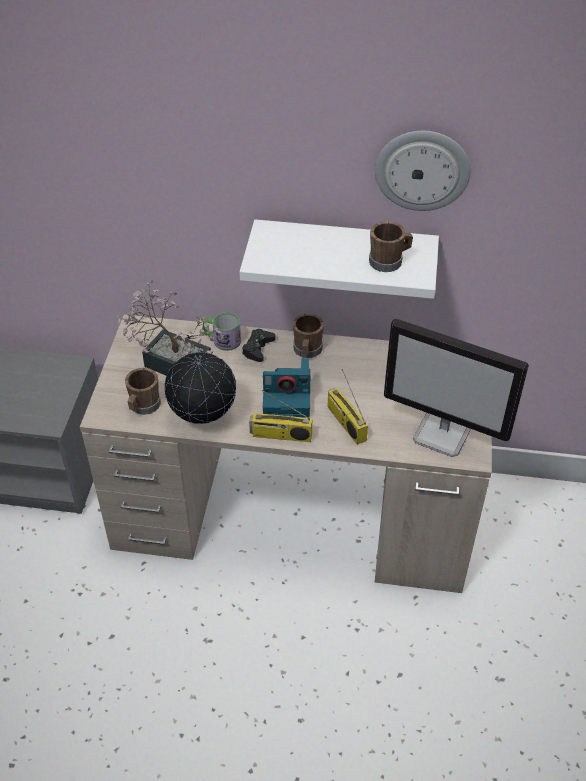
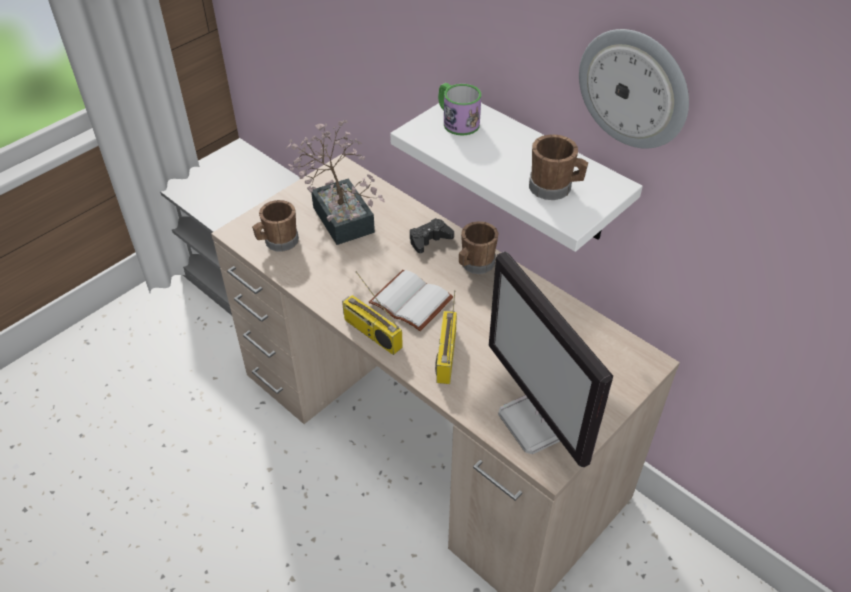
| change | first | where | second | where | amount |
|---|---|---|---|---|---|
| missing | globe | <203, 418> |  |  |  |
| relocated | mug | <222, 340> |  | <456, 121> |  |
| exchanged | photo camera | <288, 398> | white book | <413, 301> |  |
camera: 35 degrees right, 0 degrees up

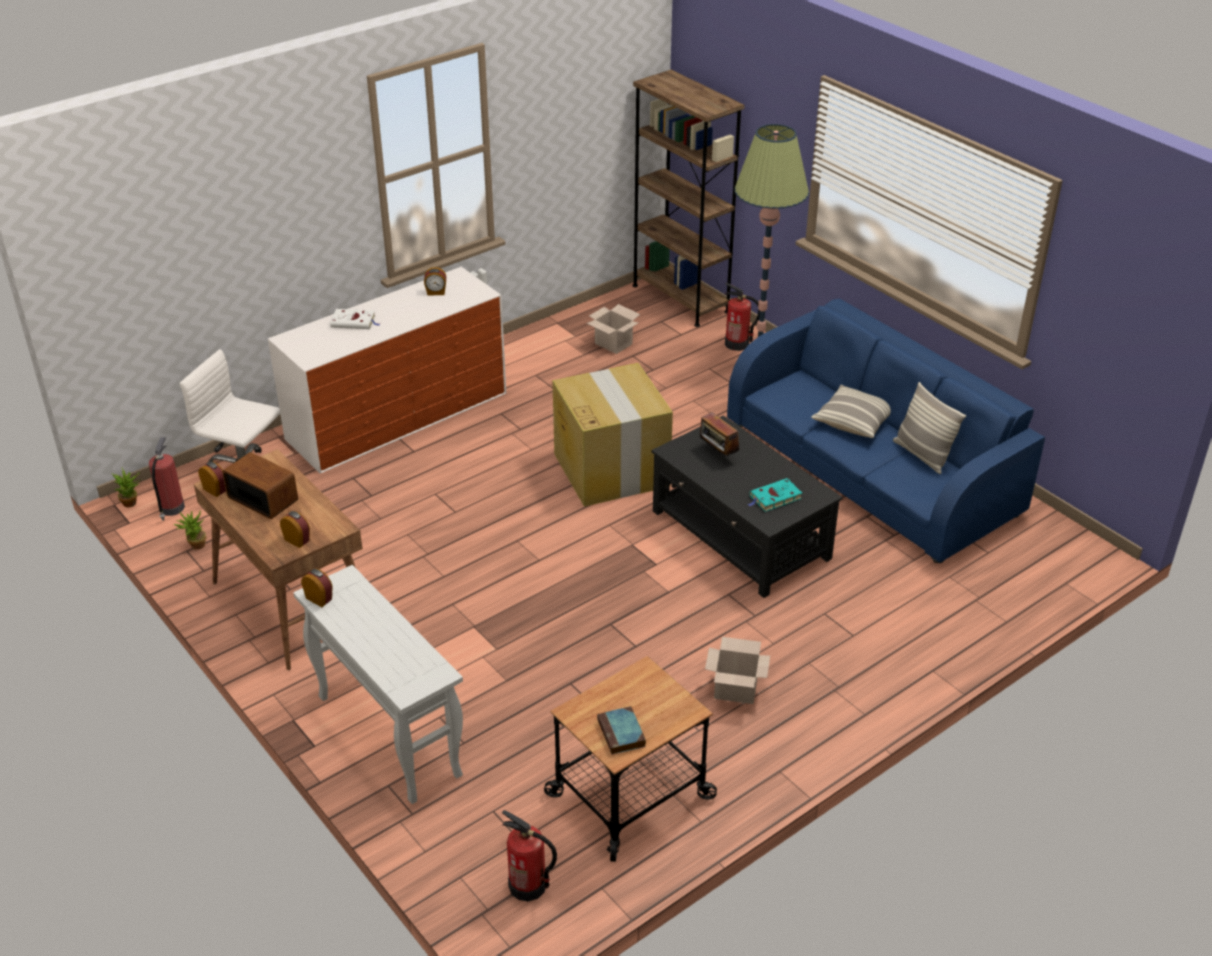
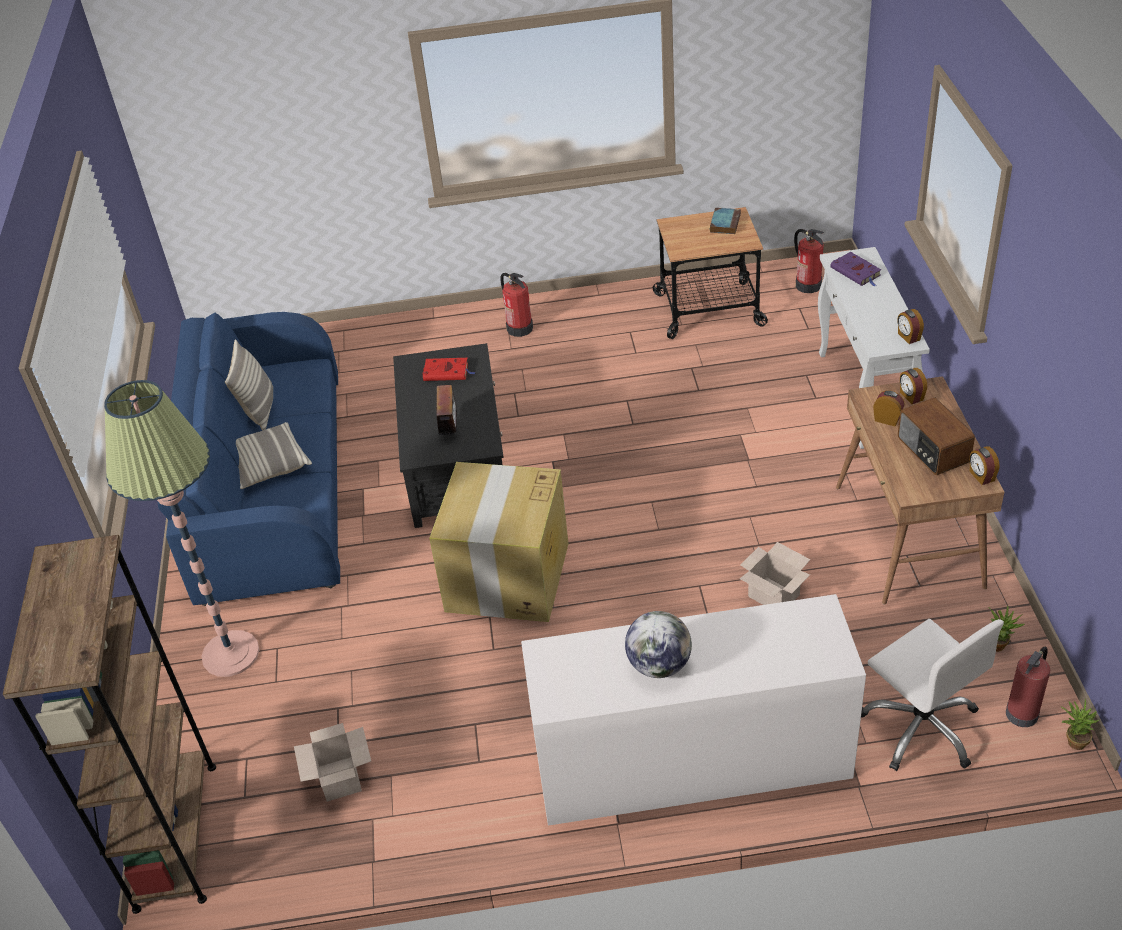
| change | first | where | second | where | amount |
|---|---|---|---|---|---|
| missing | white book | <354, 322> |  |  |  |
| appeared |  |  | globe | <659, 665> |  |
| appeared |  |  | purple book | <856, 272> |  |
| relocated | alarm clock | <436, 292> |  | <887, 419> |  |
| relocated | cardboard box | <734, 690> |  | <775, 596> |  |
| relocated | fire extinguisher | <737, 344> |  | <519, 328> |  |
| colour | turquoise book | <774, 498> | red book | <447, 372> |  |
camera: 145 degrees left, 5 degrees up

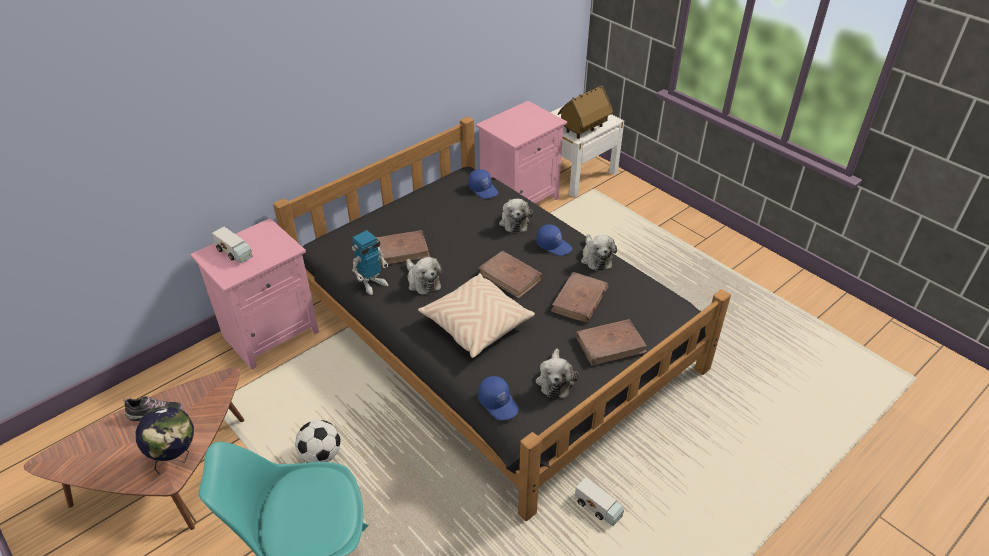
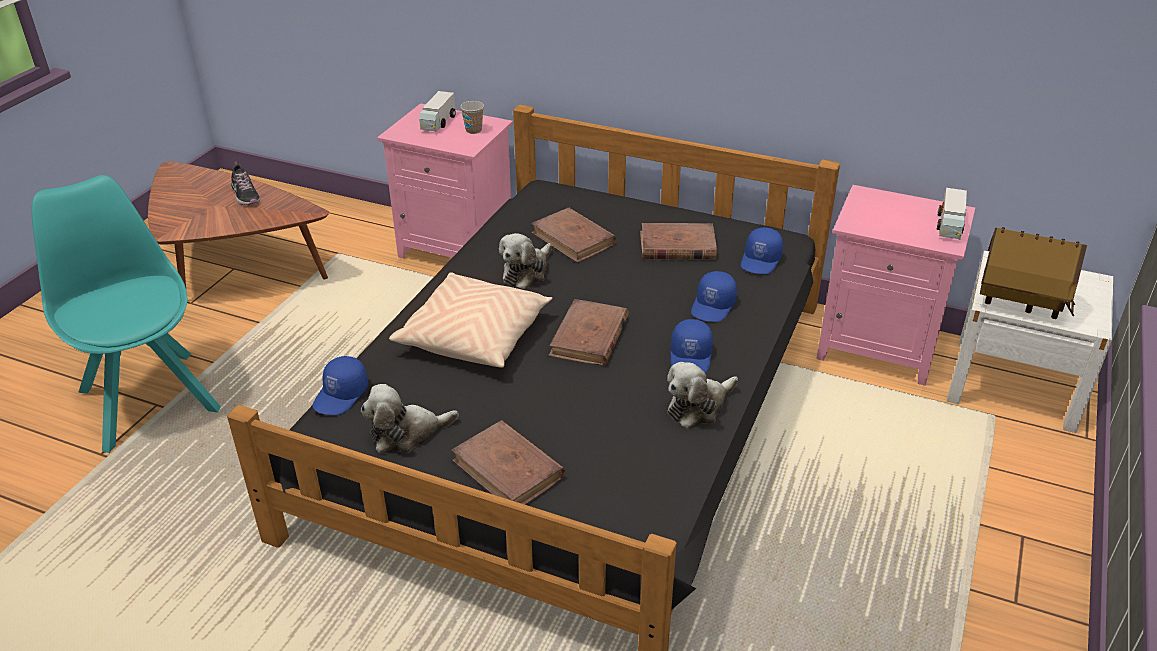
| change | first | where | second | where | amount |
|---|---|---|---|---|---|
| missing | globe | <176, 457> |  |  |  |
| missing | football | <321, 455> |  |  |  |
| missing | toy robot | <372, 284> |  |  |  |
| appeared |  |  | cup | <473, 130> |  |
| relocated | brown book | <579, 300> |  | <677, 246> |  |
| relocated | toy truck | <598, 508> |  | <949, 226> |  |
| exchanged | plush toy | <514, 221> | blue cap | <713, 306> |  |
camera: 65 degrees right, 5 degrees down

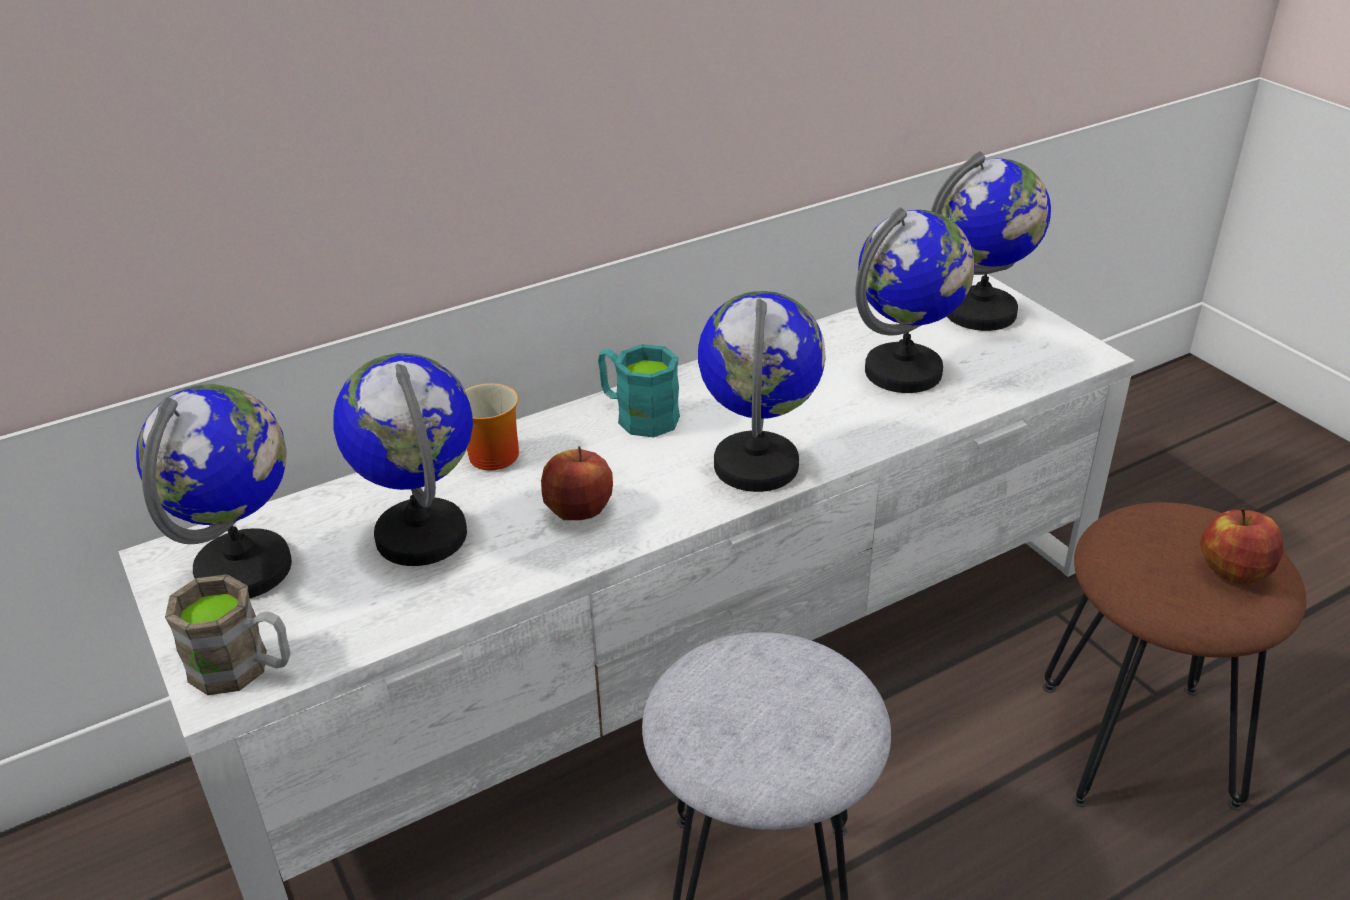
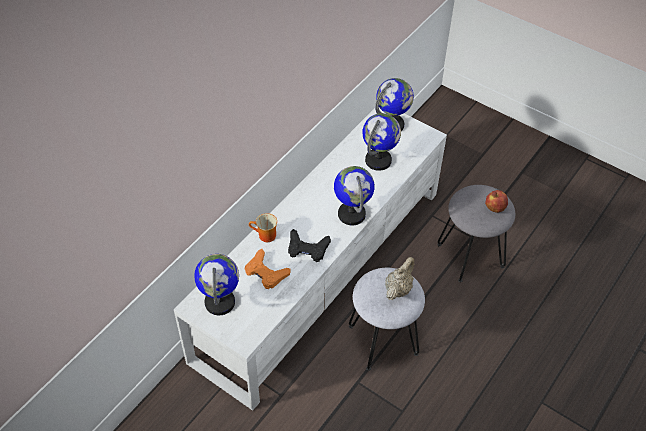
| change | first | where | second | where | amount |
|---|---|---|---|---|---|
| missing | brown mug | <244, 668> |  |  |  |
| missing | turquoise mug | <637, 415> |  |  |  |
| appeared |  |  | beige teapot | <398, 289> |  |
| exchanged | globe | <422, 535> | orange game controller | <266, 272> |  |
| exchanged | apple | <578, 511> | black game controller | <307, 248> |  |
| colour | brown stool | <1139, 743> | grey stool | <471, 255> |  |
camera: 25 degrees left, 15 degrees up

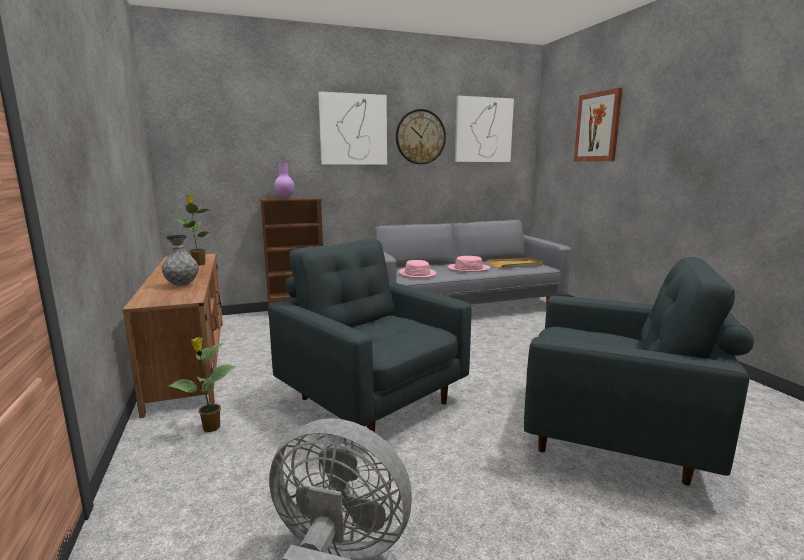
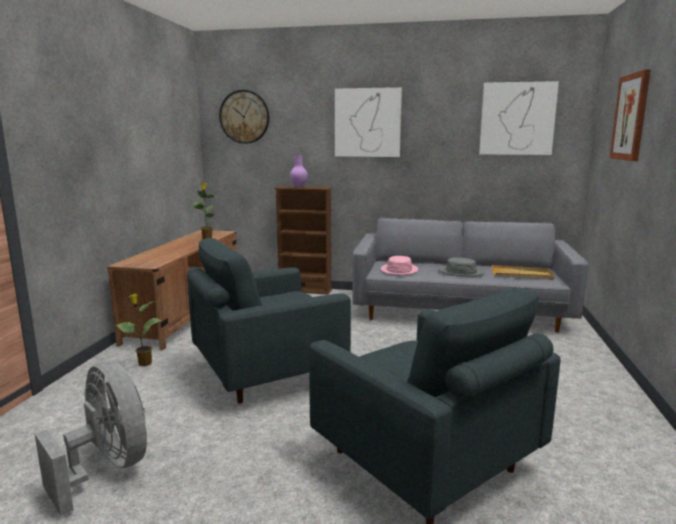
| change | first | where | second | where | amount |
|---|---|---|---|---|---|
| missing | grey vase | <182, 285> |  |  |  |
| relocated | wall clock | <420, 137> |  | <244, 117> |  |
| colour | pink hat | <468, 268> | grey hat | <461, 272> |  |
| spun | grey armchair | <371, 399> |  | <266, 373> | 105 degrees counterclockwise |
camera: 30 degrees right, 0 degrees up

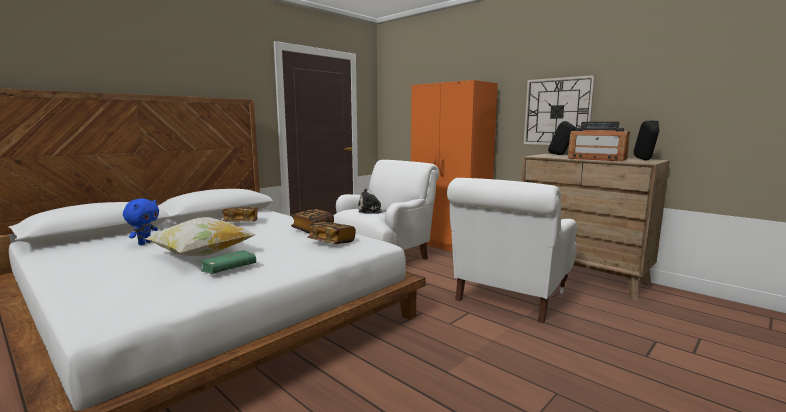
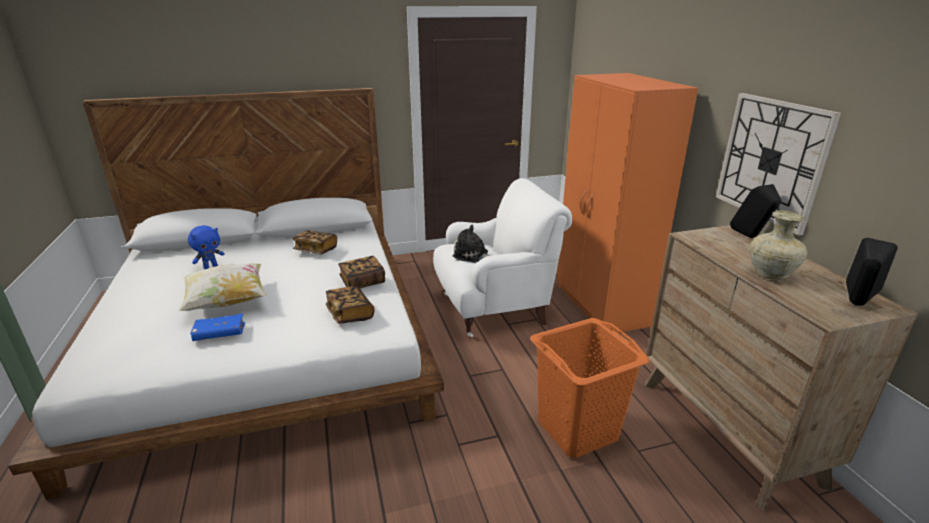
| change | first | where | second | where | amount |
|---|---|---|---|---|---|
| exchanged | white armchair | <510, 297> | orange laundry basket | <576, 429> |  |
| exchanged | radio | <596, 159> | beige vase | <771, 274> |  |
| colour | green book | <229, 269> | blue book | <219, 333> |  |
camera: 30 degrees right, 15 degrees up

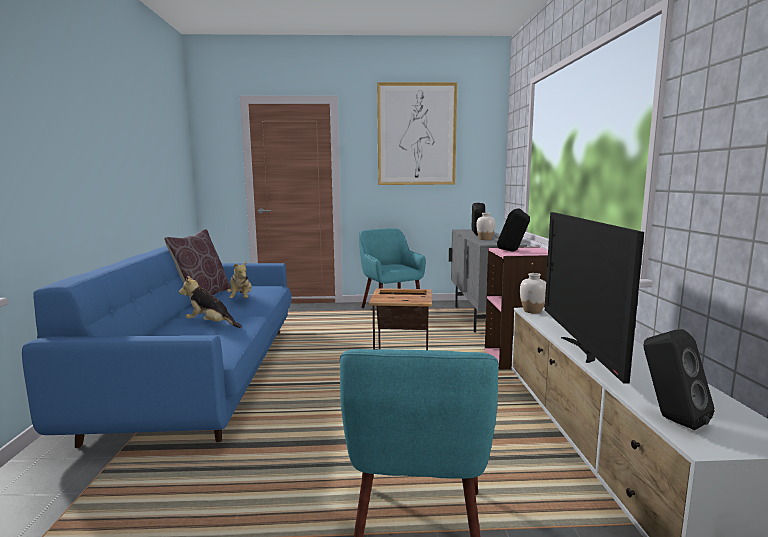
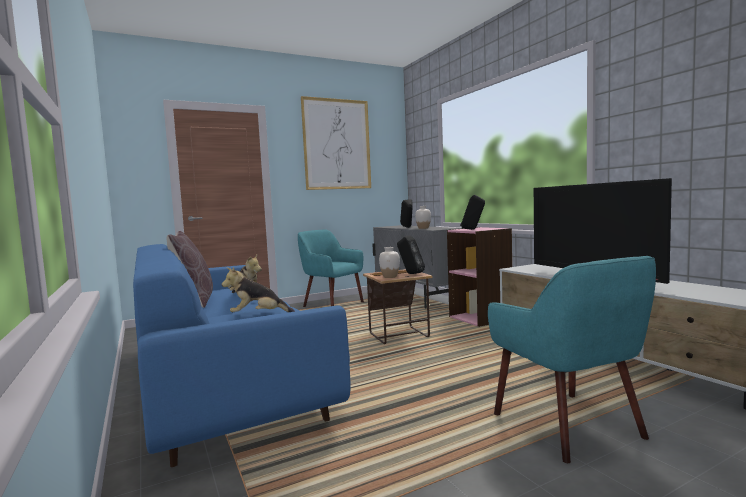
| change | first | where | second | where | amount |
|---|---|---|---|---|---|
| relocated | white vase | <532, 311> |  | <390, 277> |  |
| relocated | black speaker | <670, 419> |  | <410, 273> |  |
camera: 25 degrees left, 5 degrees down

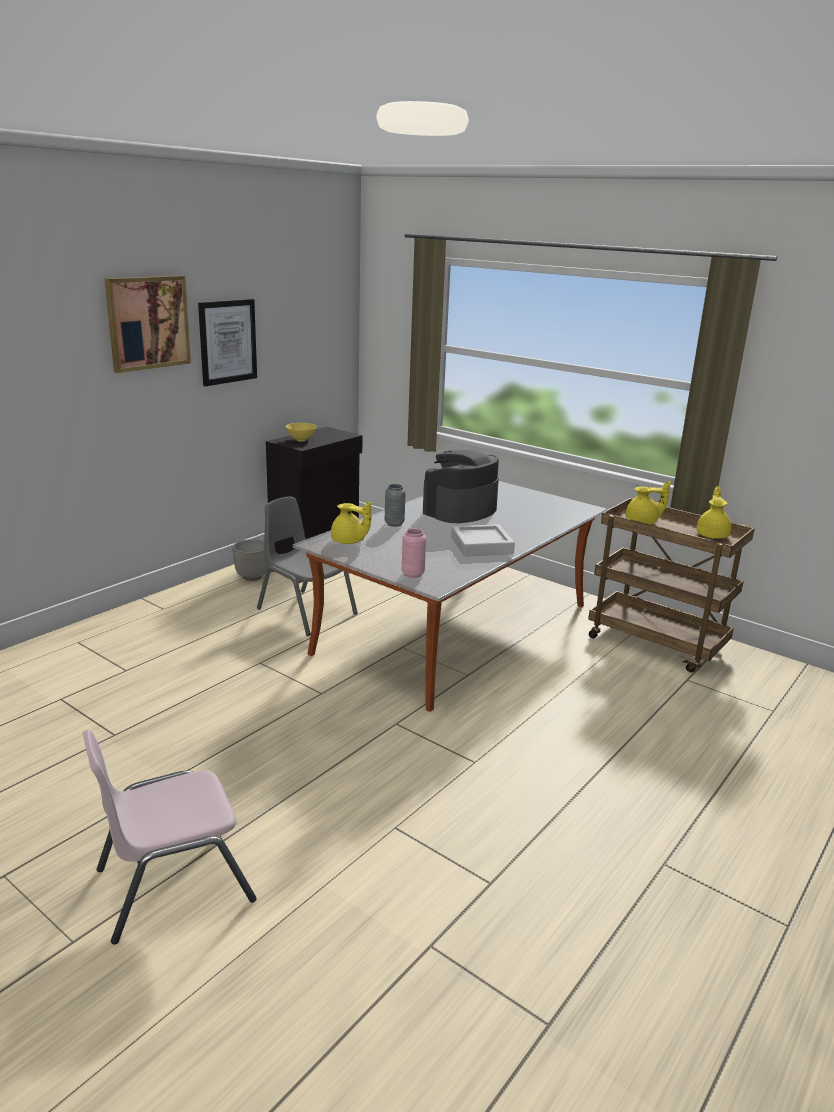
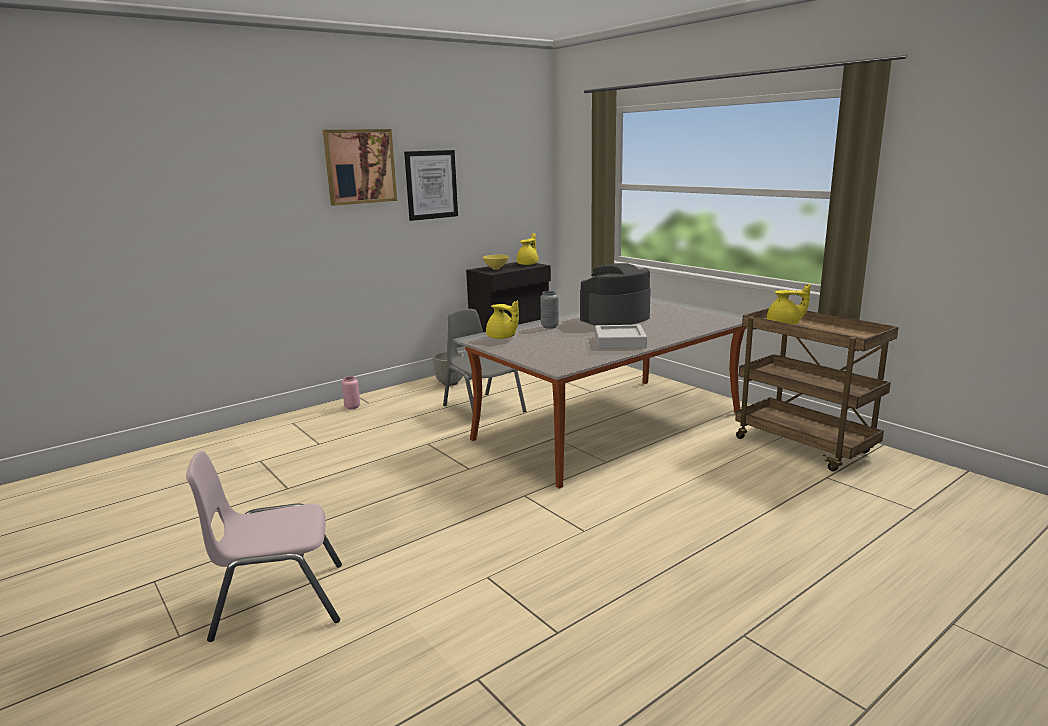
| change | first | where | second | where | amount |
|---|---|---|---|---|---|
| relocated | pink vase | <412, 574> |  | <352, 407> |  |
| relocated | yellow teapot | <712, 535> |  | <528, 264> |  |
camera: 15 degrees right, 5 degrees down

